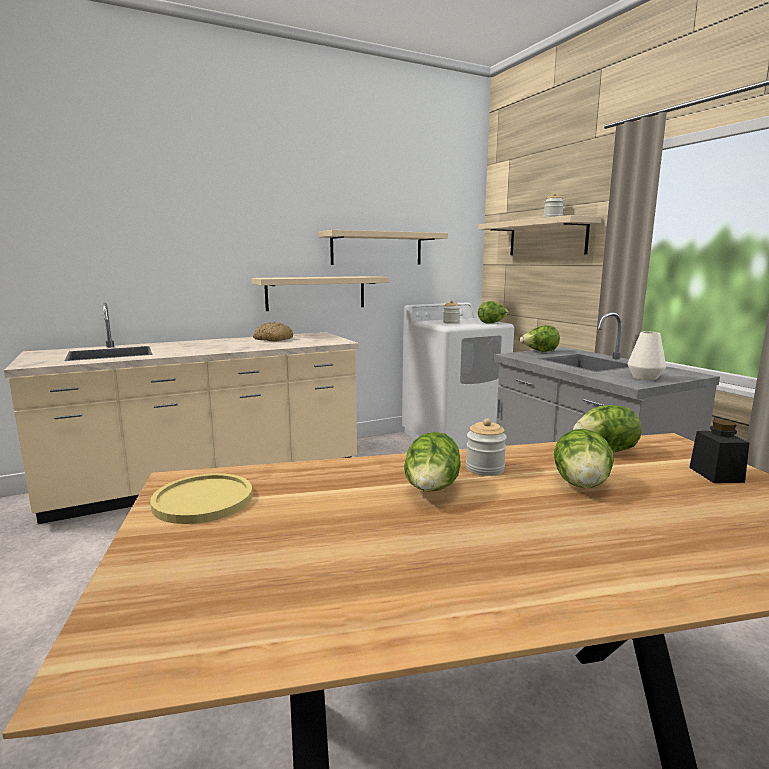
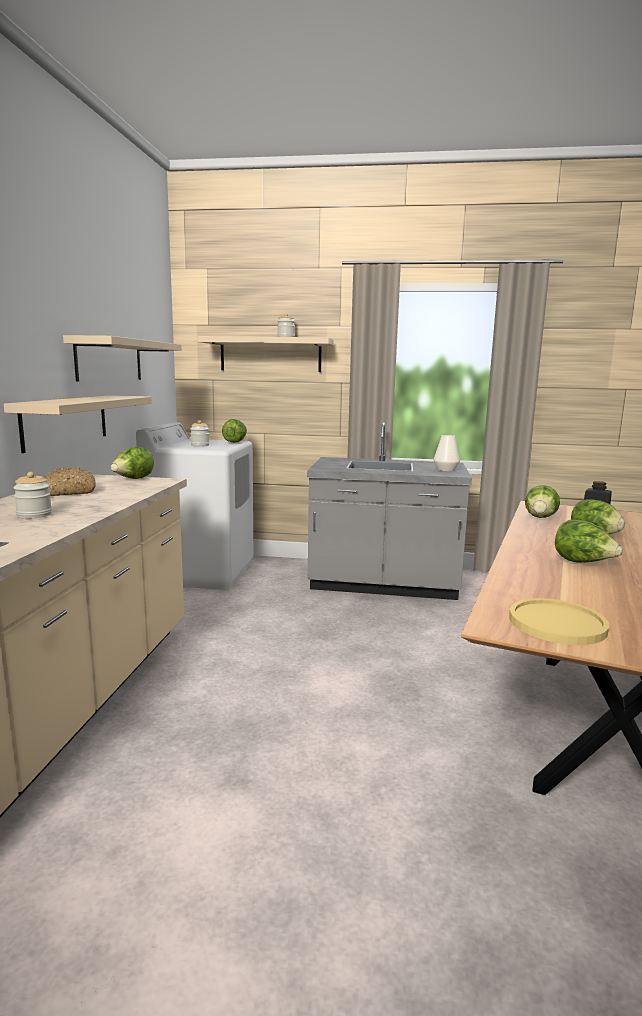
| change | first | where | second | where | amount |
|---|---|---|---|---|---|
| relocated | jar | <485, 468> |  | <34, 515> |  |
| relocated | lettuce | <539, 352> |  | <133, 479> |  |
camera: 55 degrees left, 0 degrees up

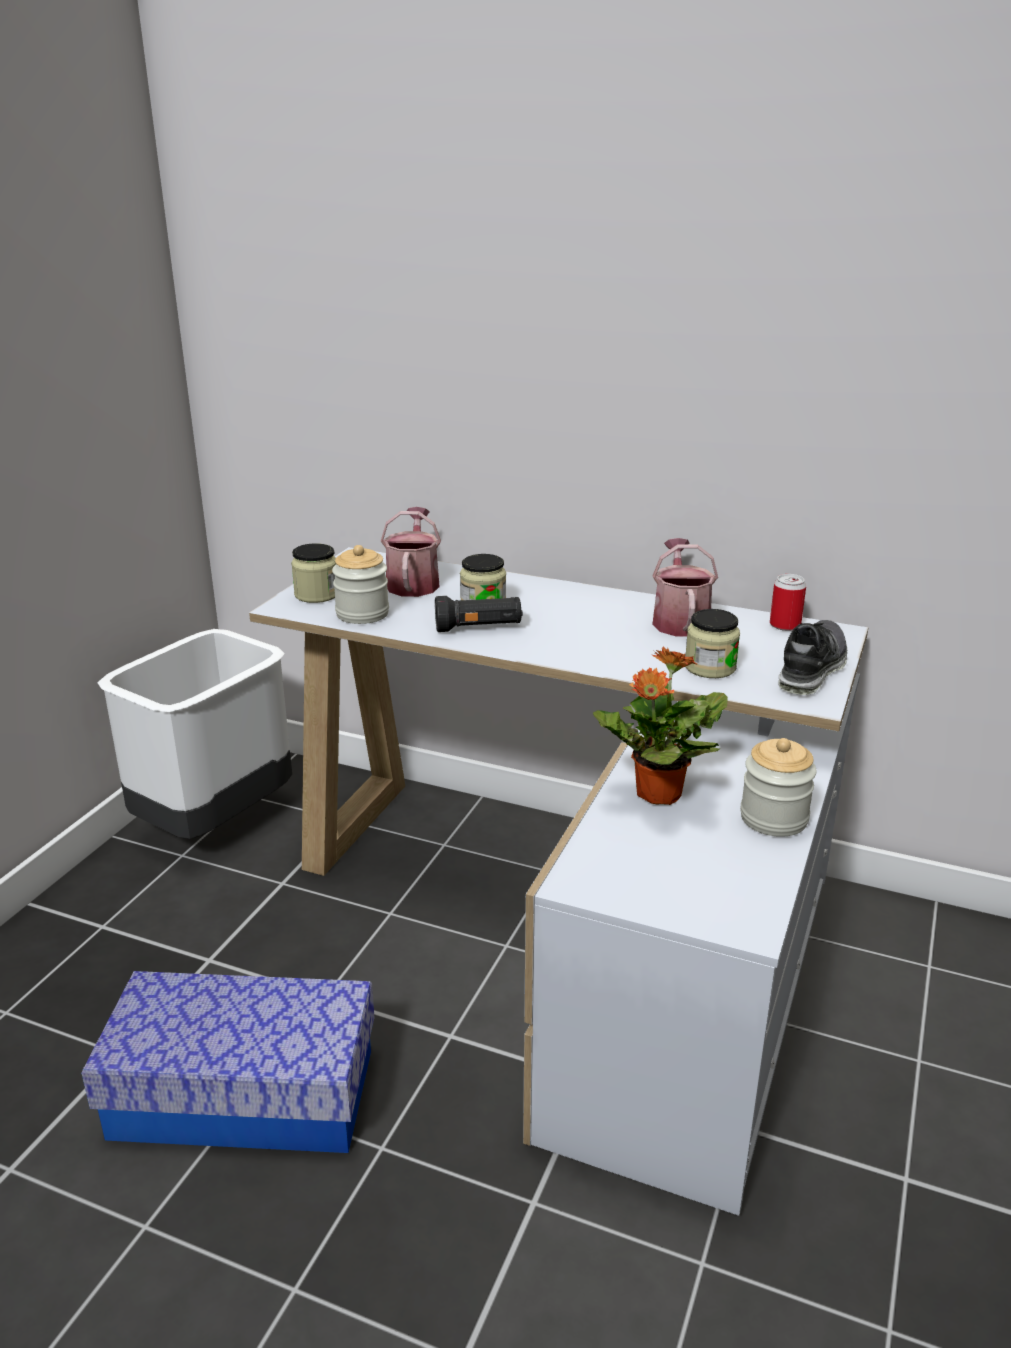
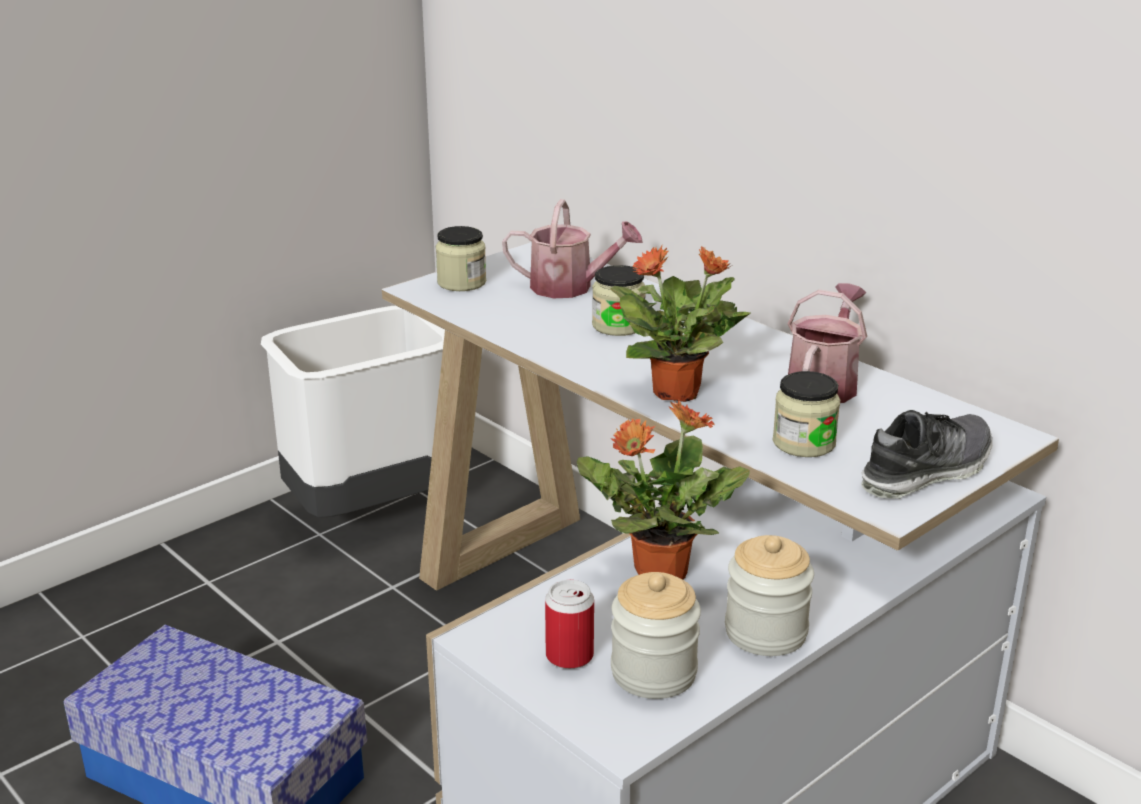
| change | first | where | second | where | amount |
|---|---|---|---|---|---|
| missing | black flashlight | <479, 628> |  |  |  |
| appeared |  |  | potted plant | <678, 392> |  |
| relocated | jar | <362, 614> |  | <653, 673> |  |
| relocated | can | <785, 625> |  | <569, 656> |  |
| spun | watering can | <413, 582> |  | <570, 287> | 75 degrees clockwise |
camera: 25 degrees right, 0 degrees up

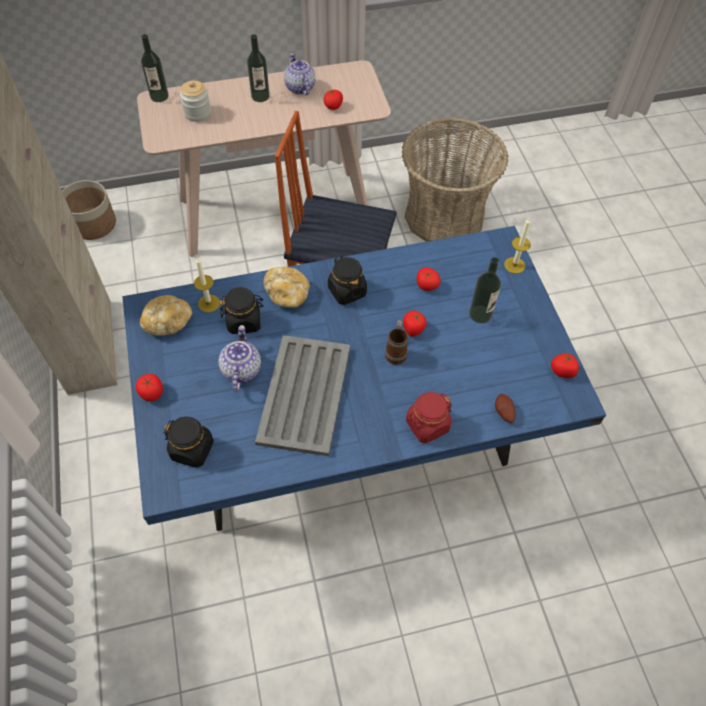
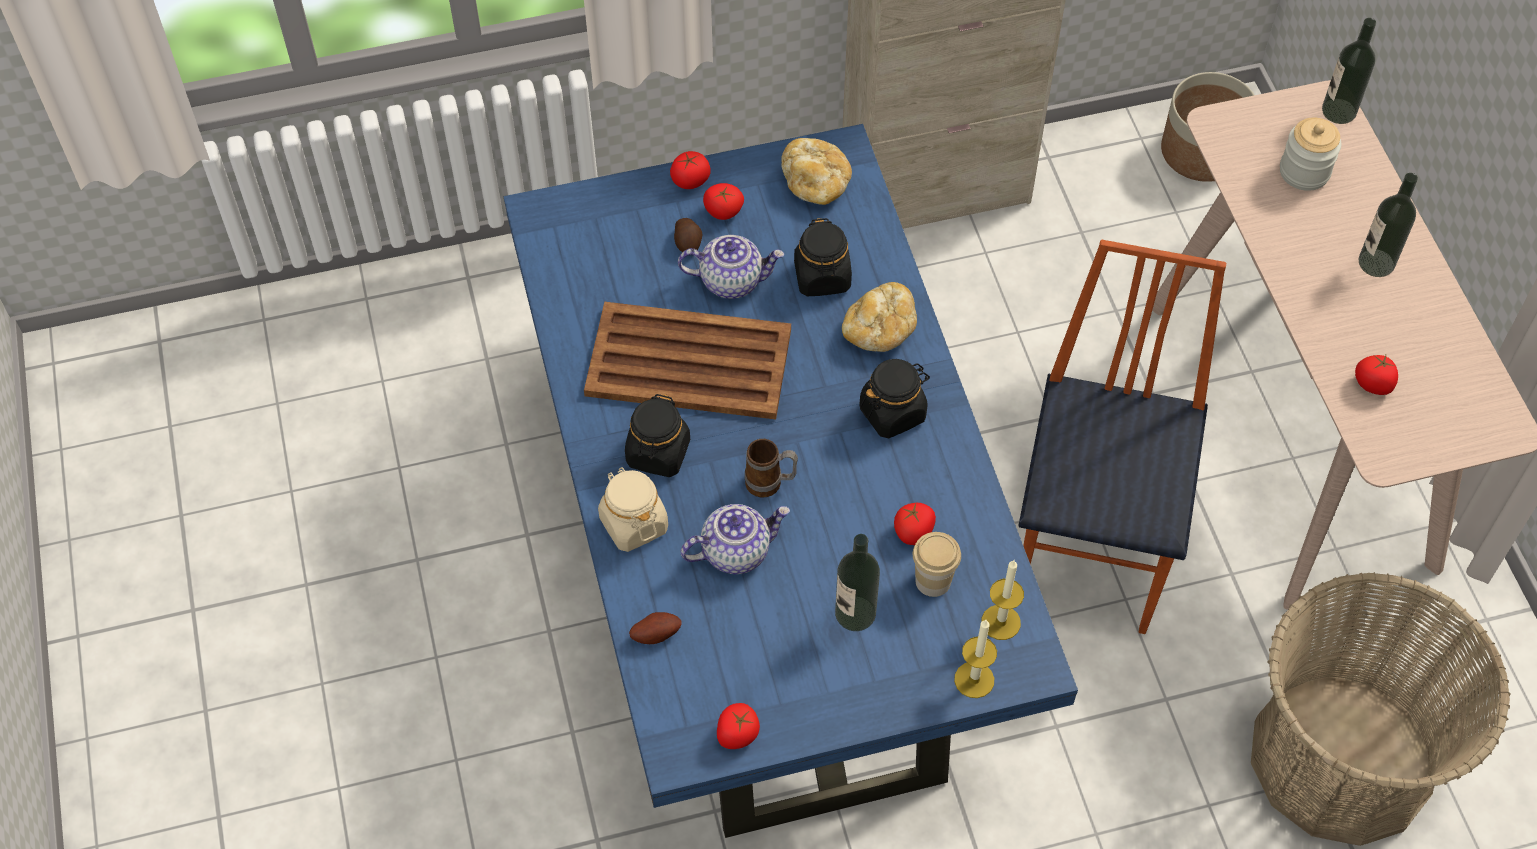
| change | first | where | second | where | amount |
|---|---|---|---|---|---|
| appeared |  |  | potato | <688, 242> |  |
| appeared |  |  | cup | <933, 581> |  |
| relocated | black jar | <192, 449> |  | <658, 453> |  |
| relocated | candle | <209, 303> |  | <1001, 622> |  |
| relocated | teapot | <299, 87> |  | <736, 550> |  |
| relocated | tomato | <413, 329> |  | <723, 211> |  |
| colour | grey tray | <304, 395> | brown tray | <687, 361> |  |
| colour | red jar | <427, 425> | beige jar | <633, 524> |  |
camera: 90 degrees right, 0 degrees up

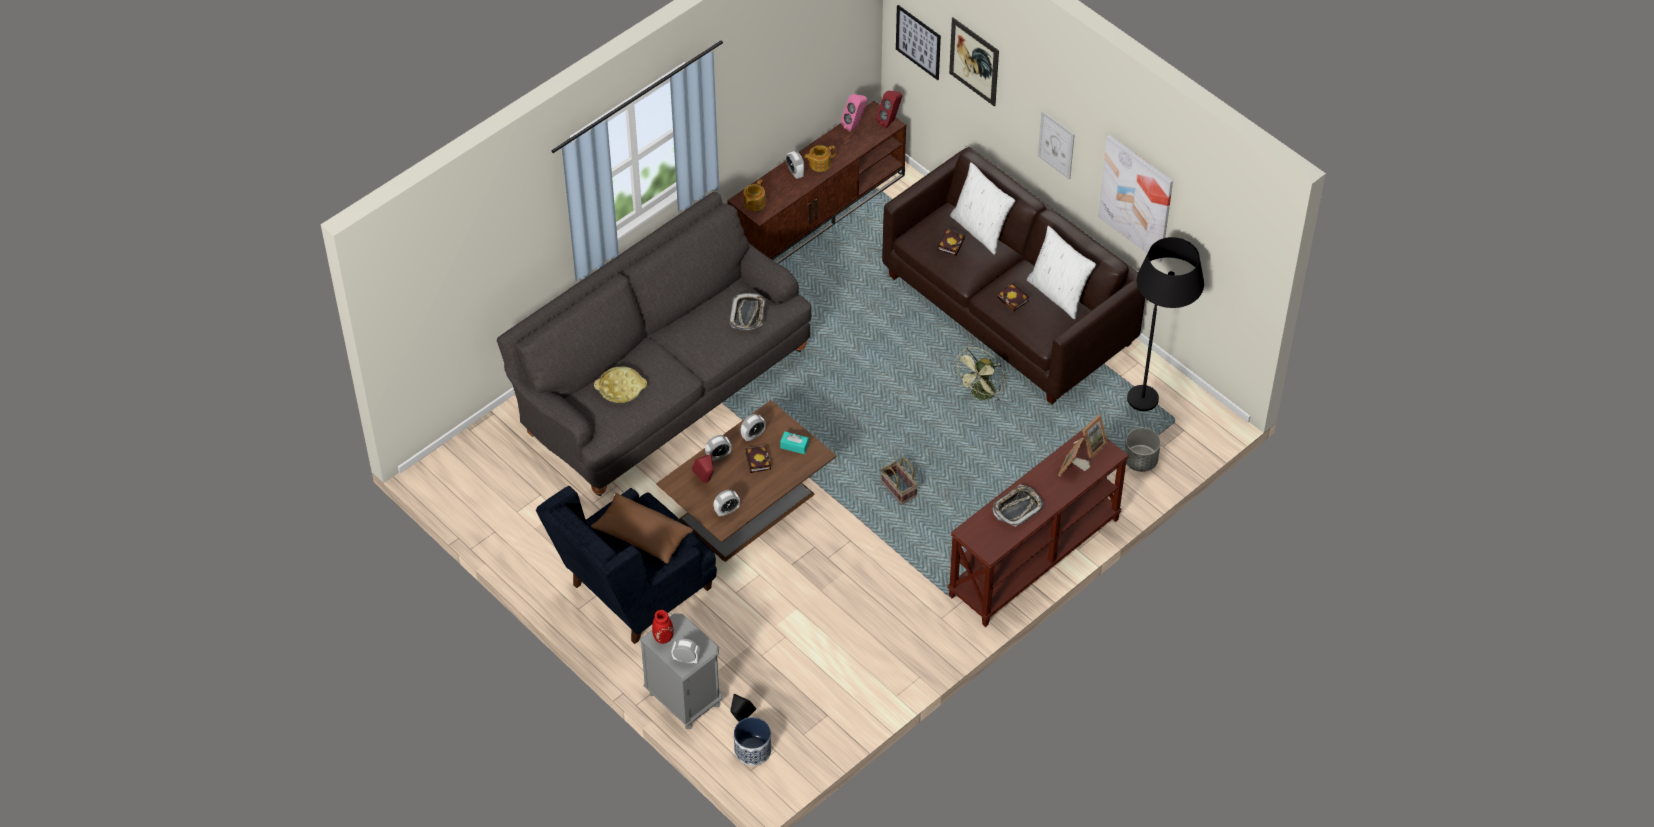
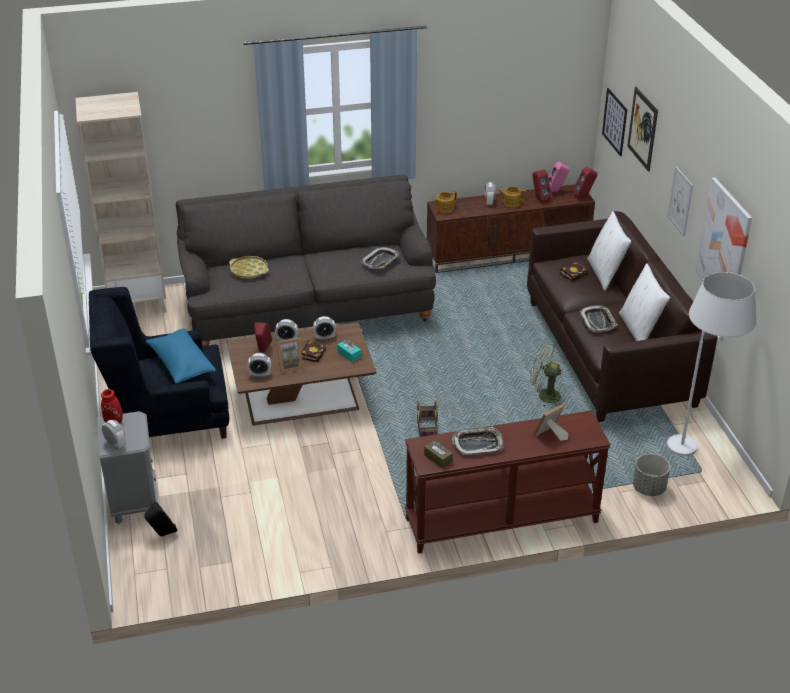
| change | first | where | second | where | amount |
|---|---|---|---|---|---|
| missing | planter | <752, 750> |  |  |  |
| appeared |  |  | beige bookcase | <138, 303> |  |
| appeared |  |  | brown tissue box | <438, 458> |  |
| appeared |  |  | red speaker | <539, 199> |  |
| relocated | picture frame | <1090, 446> |  | <289, 366> |  |
| exchanged | book | <1014, 300> | tray | <598, 321> |  |
| colour | brown pillow | <642, 536> | blue pillow | <181, 365> |  |
| colour | black floor lamp | <1154, 390> | white floor lamp | <697, 444> |  |
| spun | green fan | <981, 395> |  | <544, 396> | 45 degrees clockwise |
camera: 30 degrees right, 15 degrees down

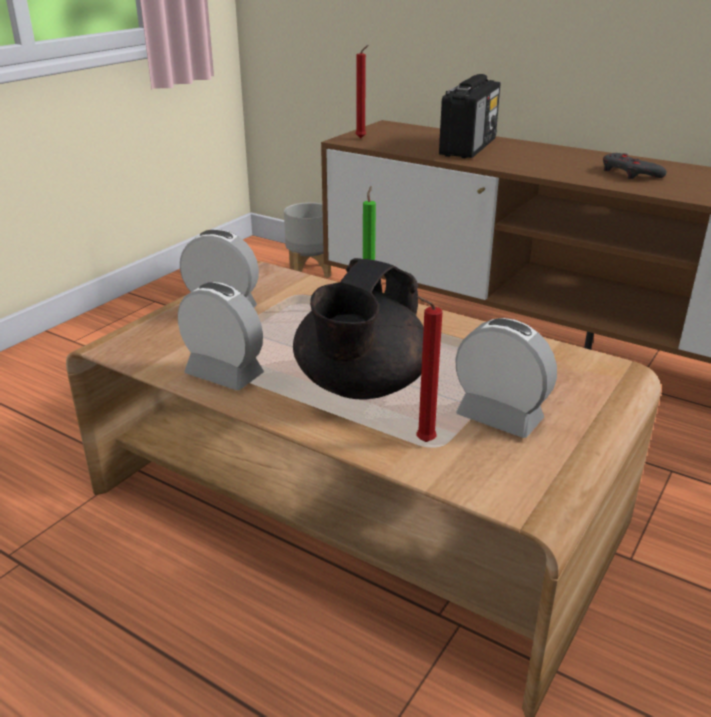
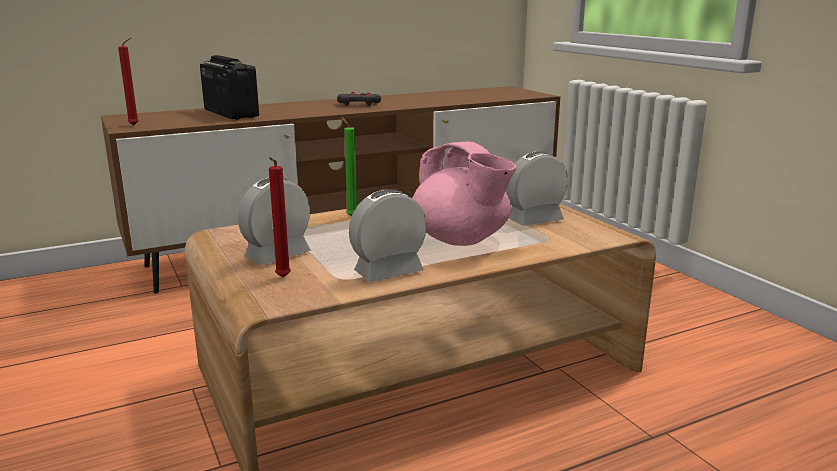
| change | first | where | second | where | amount |
|---|---|---|---|---|---|
| missing | grey planter | <311, 272> |  |  |  |
| relocated | red candle | <422, 442> |  | <282, 278> |  |
| colour | black teapot | <360, 387> | pink teapot | <461, 240> |  |
camera: 60 degrees left, 10 degrees down

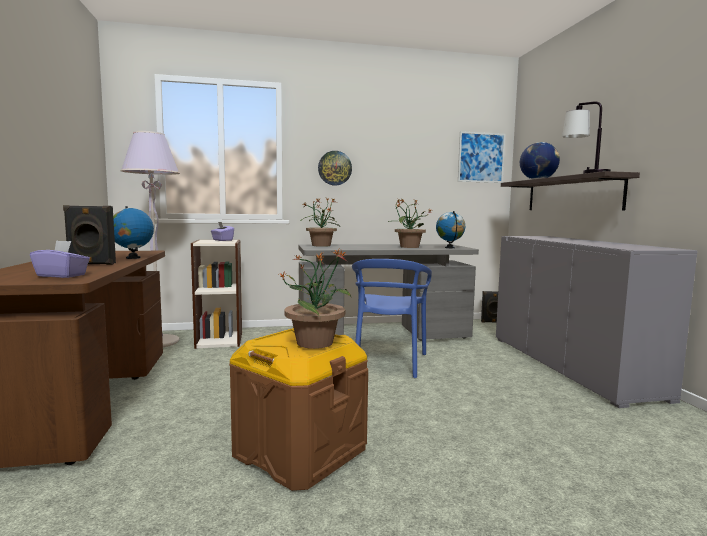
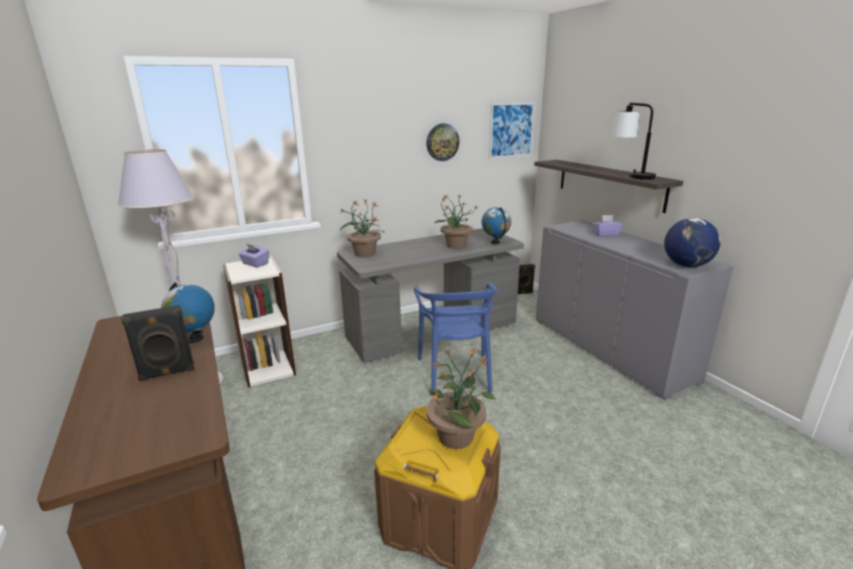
| change | first | where | second | where | amount |
|---|---|---|---|---|---|
| relocated | purple tissue box | <62, 275> |  | <605, 234> |  |
| relocated | wall clock | <334, 168> |  | <442, 142> |  |
| relocated | globe | <538, 180> |  | <686, 265> |  |
camera: 15 degrees left, 15 degrees up

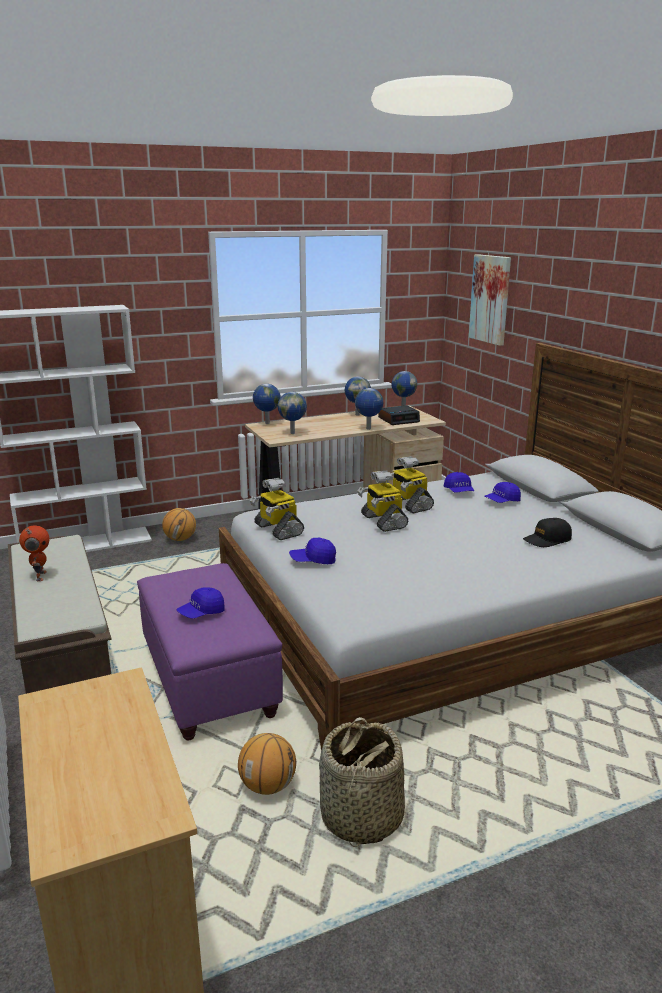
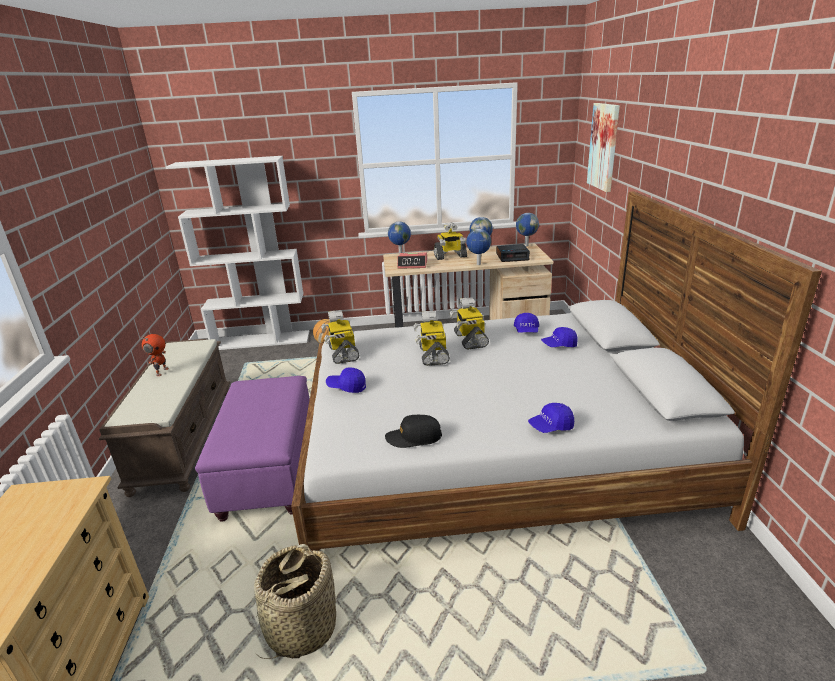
| change | first | where | second | where | amount |
|---|---|---|---|---|---|
| missing | basketball | <268, 786> |  |  |  |
| appeared |  |  | toy robot | <450, 256> |  |
| relocated | blue cap | <201, 613> |  | <551, 427> |  |
| relocated | black cap | <547, 540> |  | <414, 437> |  |
| exchanged | globe | <293, 433> | alarm clock | <412, 265> |  |
camera: 20 degrees right, 5 degrees up

